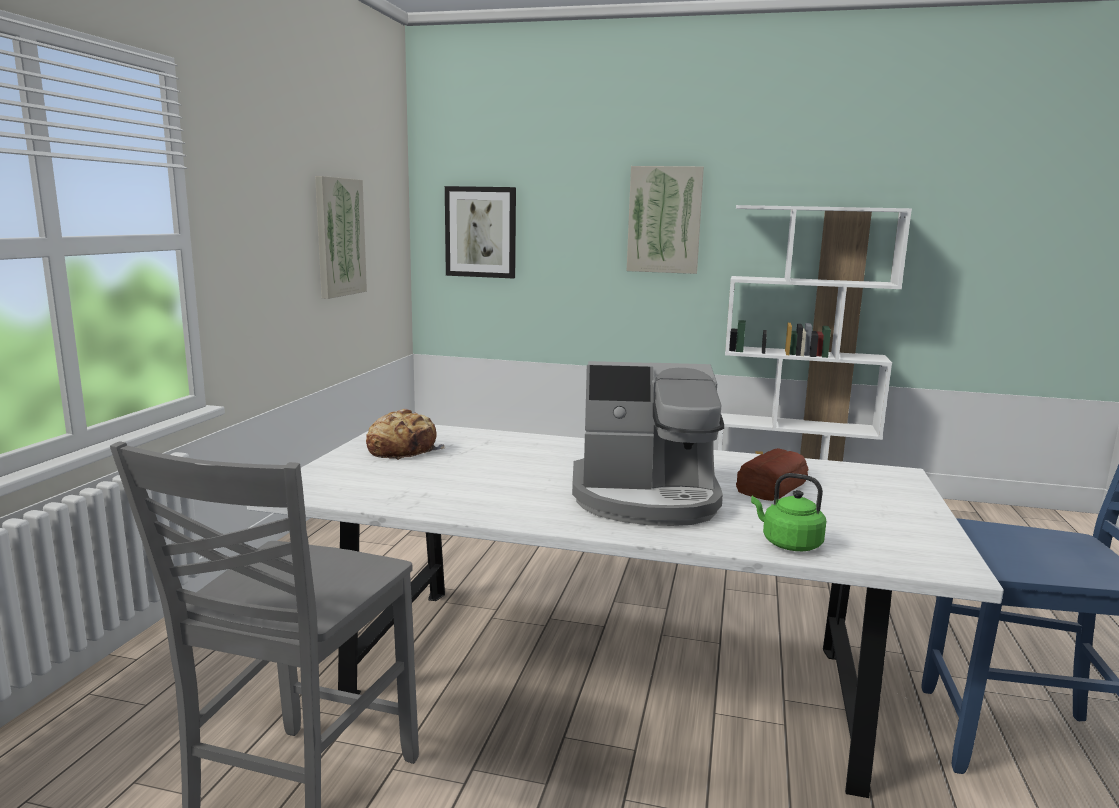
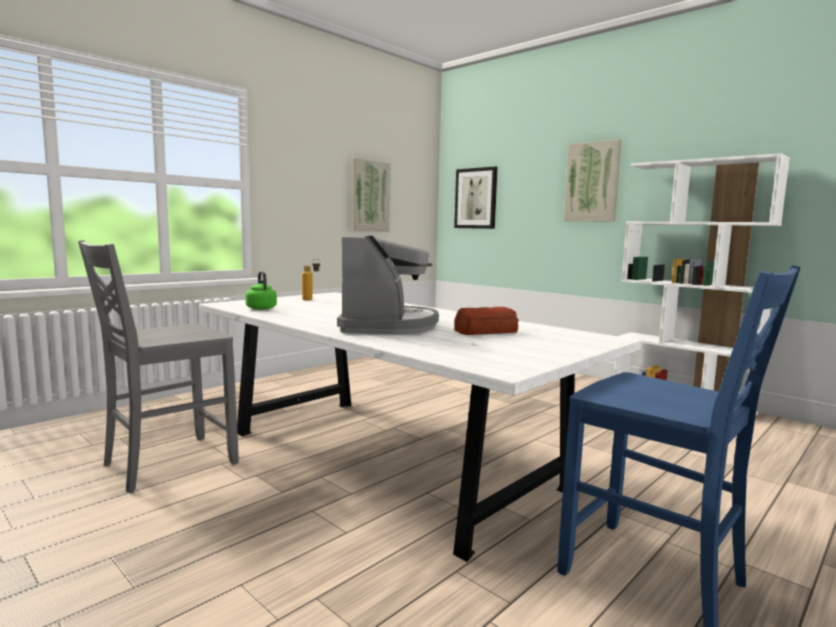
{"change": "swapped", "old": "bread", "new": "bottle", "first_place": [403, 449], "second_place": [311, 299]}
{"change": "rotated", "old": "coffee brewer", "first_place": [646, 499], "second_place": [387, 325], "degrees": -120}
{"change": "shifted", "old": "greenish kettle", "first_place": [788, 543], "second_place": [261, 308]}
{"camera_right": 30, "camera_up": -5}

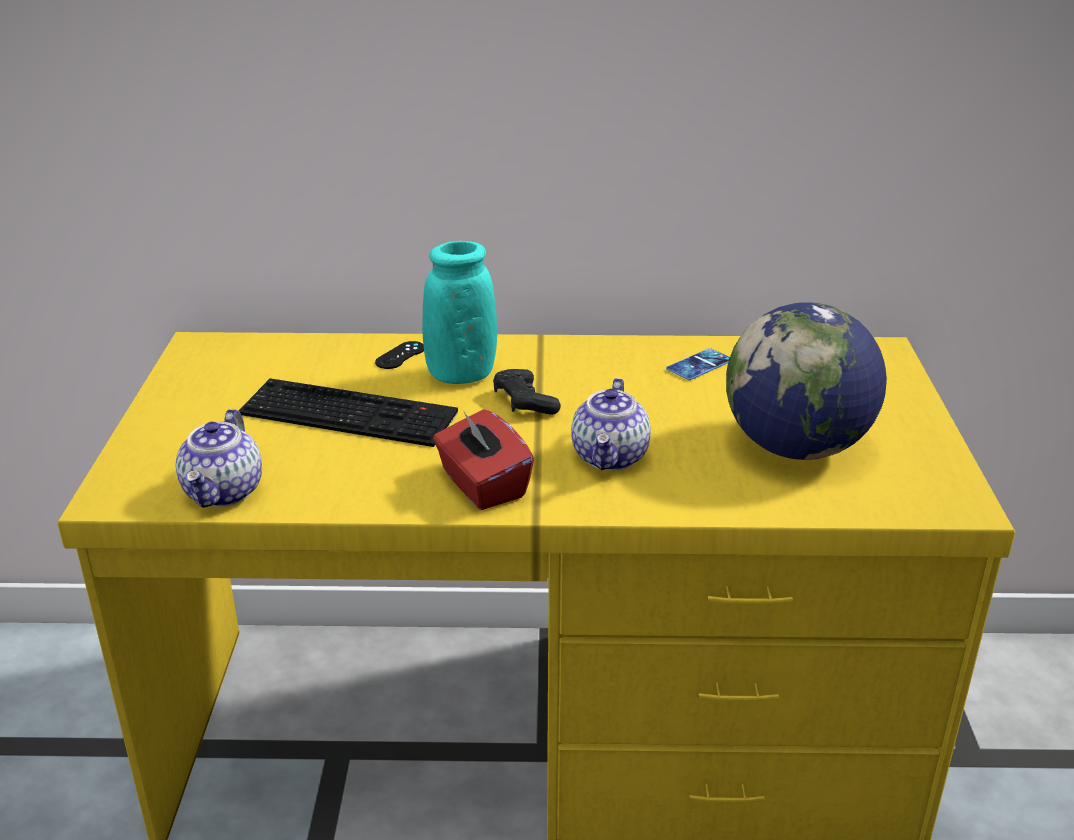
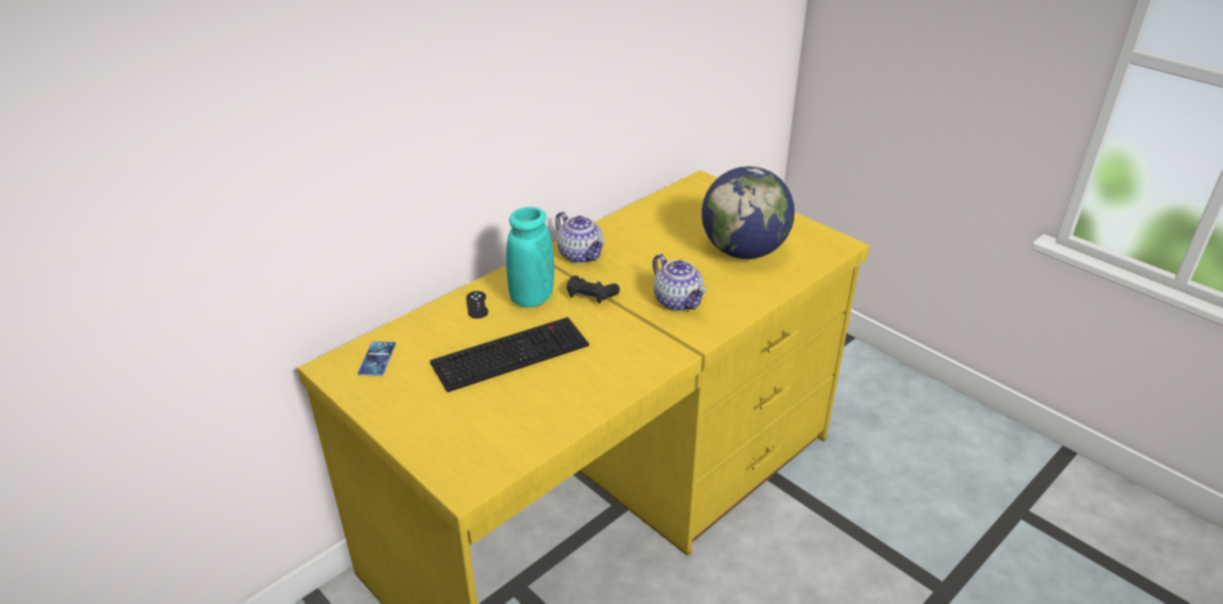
{"change": "shifted", "old": "teapot", "first_place": [224, 492], "second_place": [581, 255]}
{"change": "gone", "old": "red-coloured tissue box", "first_place": [482, 485]}
{"change": "shifted", "old": "telephone", "first_place": [699, 365], "second_place": [377, 359]}
{"camera_right": -45, "camera_up": 5}

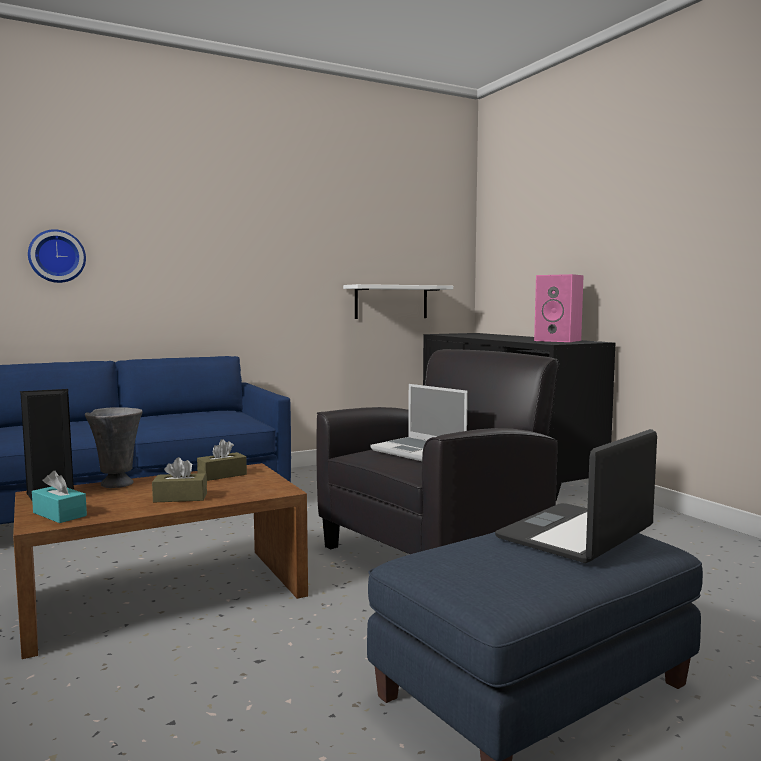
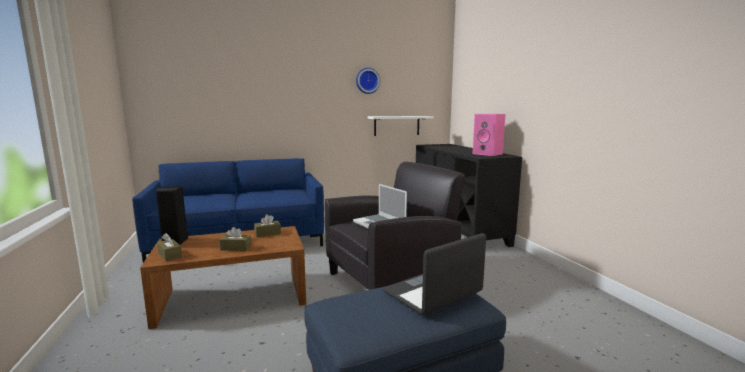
{"change": "shifted", "old": "hanging clock", "first_place": [57, 256], "second_place": [367, 81]}
{"change": "repainted", "old": "turquoise-coloured tissue box", "new": "brownish tissue box", "first_place": [59, 514], "second_place": [170, 255]}
{"change": "gone", "old": "grey flower vase", "first_place": [117, 484]}
{"camera_right": 10, "camera_up": 5}

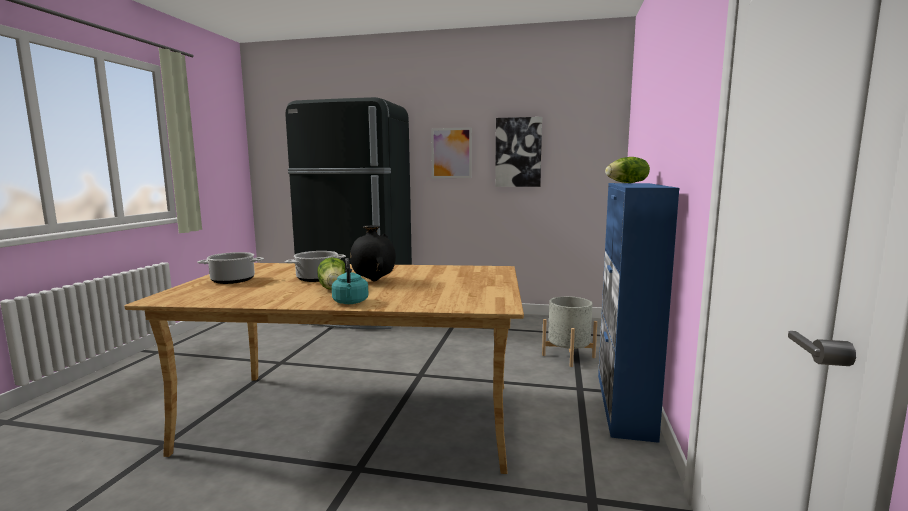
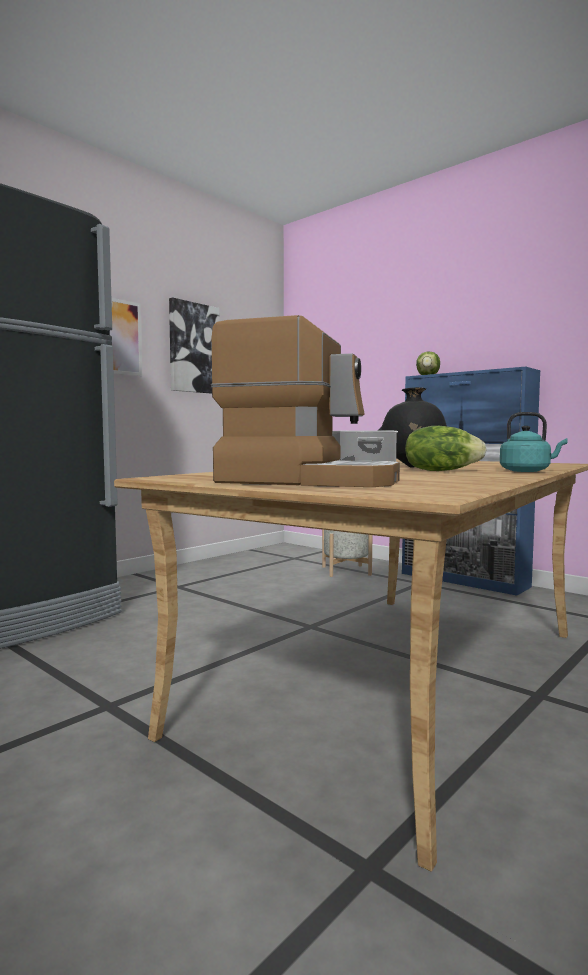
{"change": "swapped", "old": "saucepot", "new": "coffee brewer", "first_place": [233, 280], "second_place": [308, 481]}
{"camera_right": -60, "camera_up": -5}

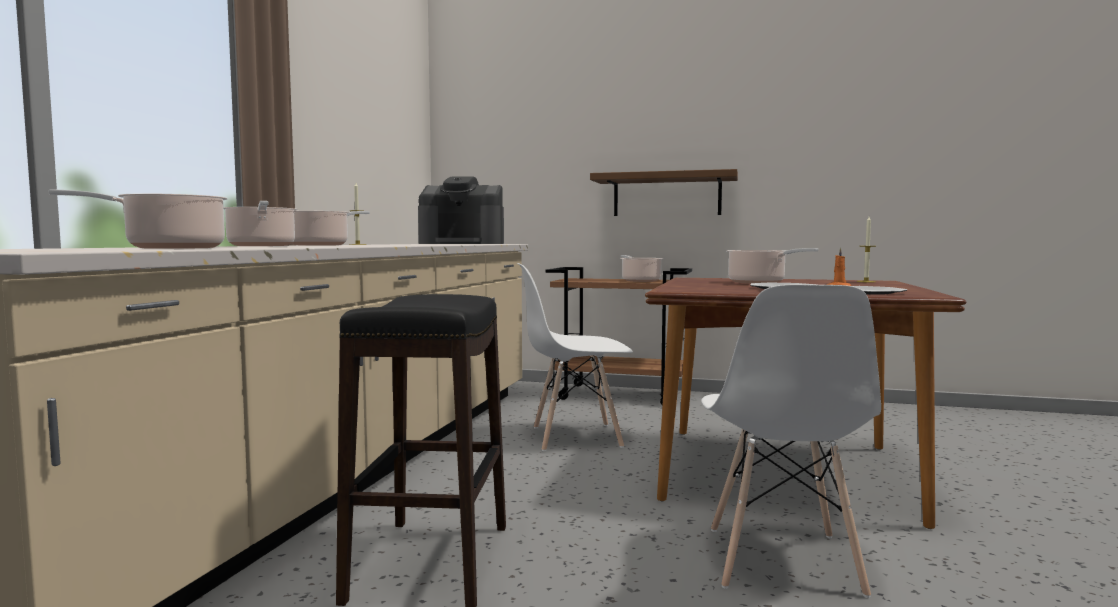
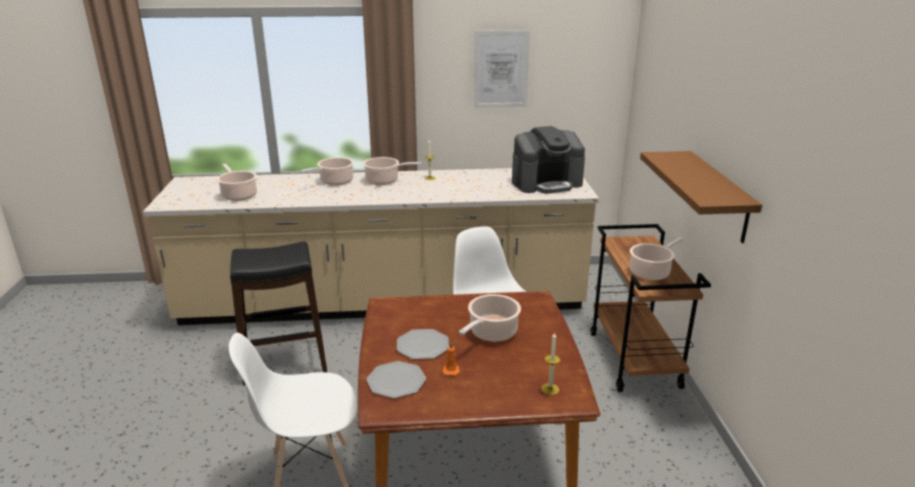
{"change": "rotated", "old": "coffee brewer", "first_place": [463, 243], "second_place": [546, 183], "degrees": -90}
{"change": "new", "new": "wall picture", "second_place": [501, 69]}
{"camera_right": 70, "camera_up": 20}

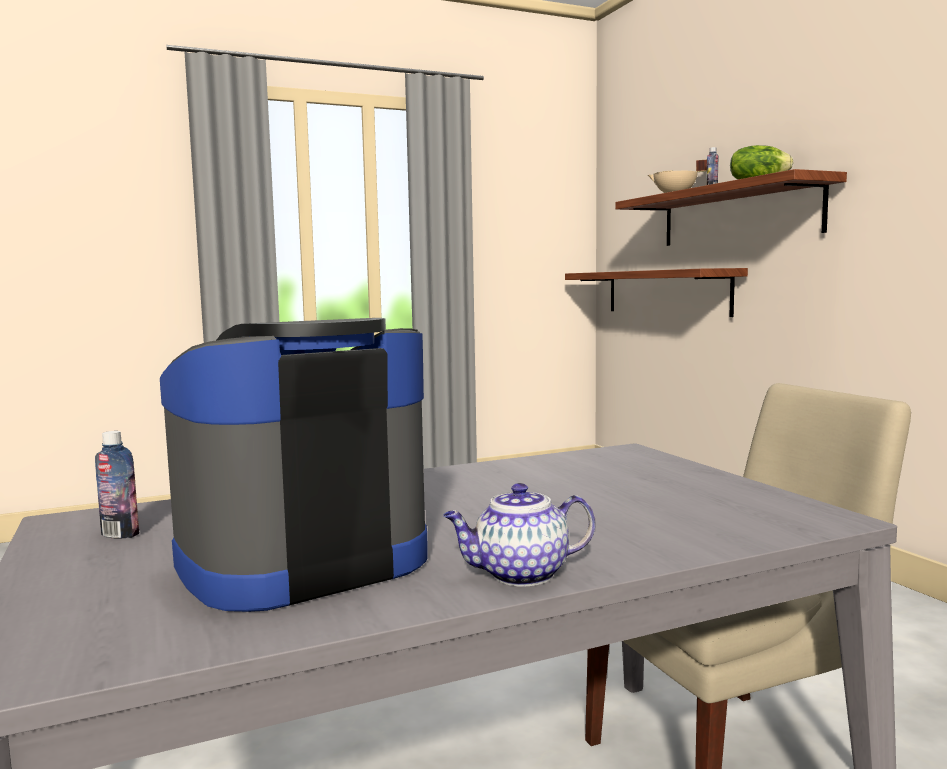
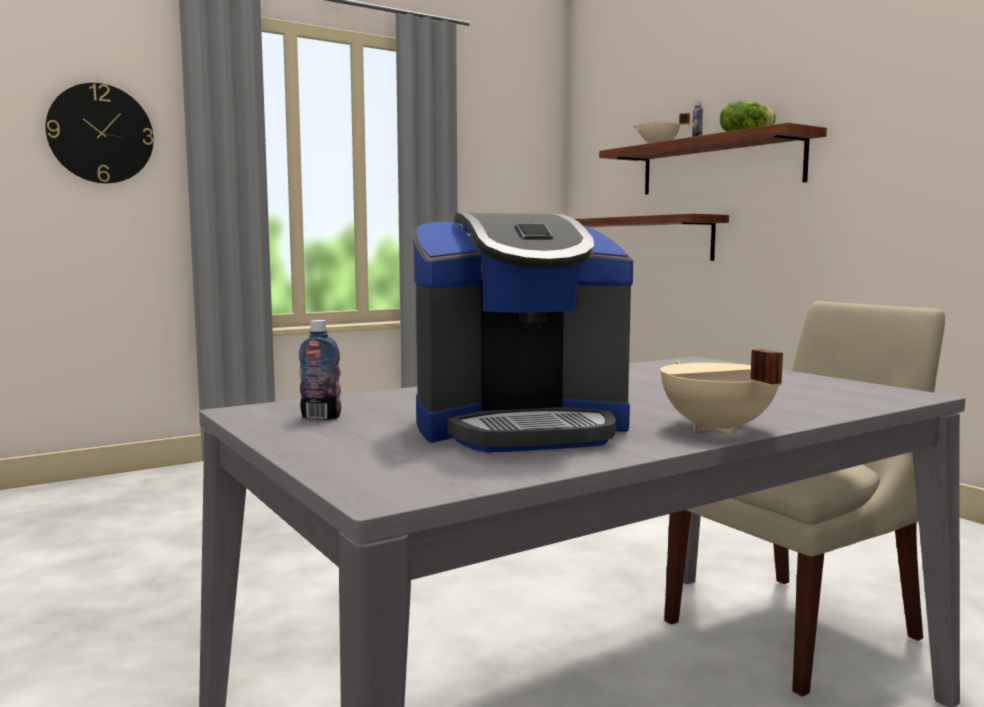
{"change": "rotated", "old": "coffee brewer", "first_place": [302, 560], "second_place": [520, 427], "degrees": -150}
{"change": "swapped", "old": "teapot", "new": "beige-coloured saucepot", "first_place": [519, 575], "second_place": [716, 429]}
{"change": "new", "new": "hanging clock", "second_place": [100, 133]}
{"camera_right": -10, "camera_up": 0}

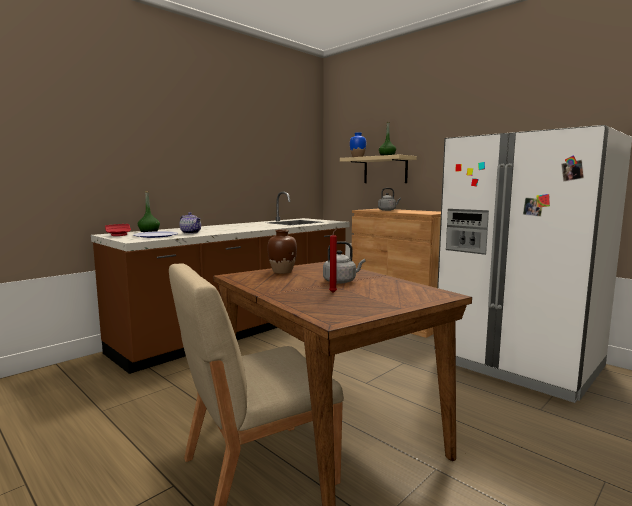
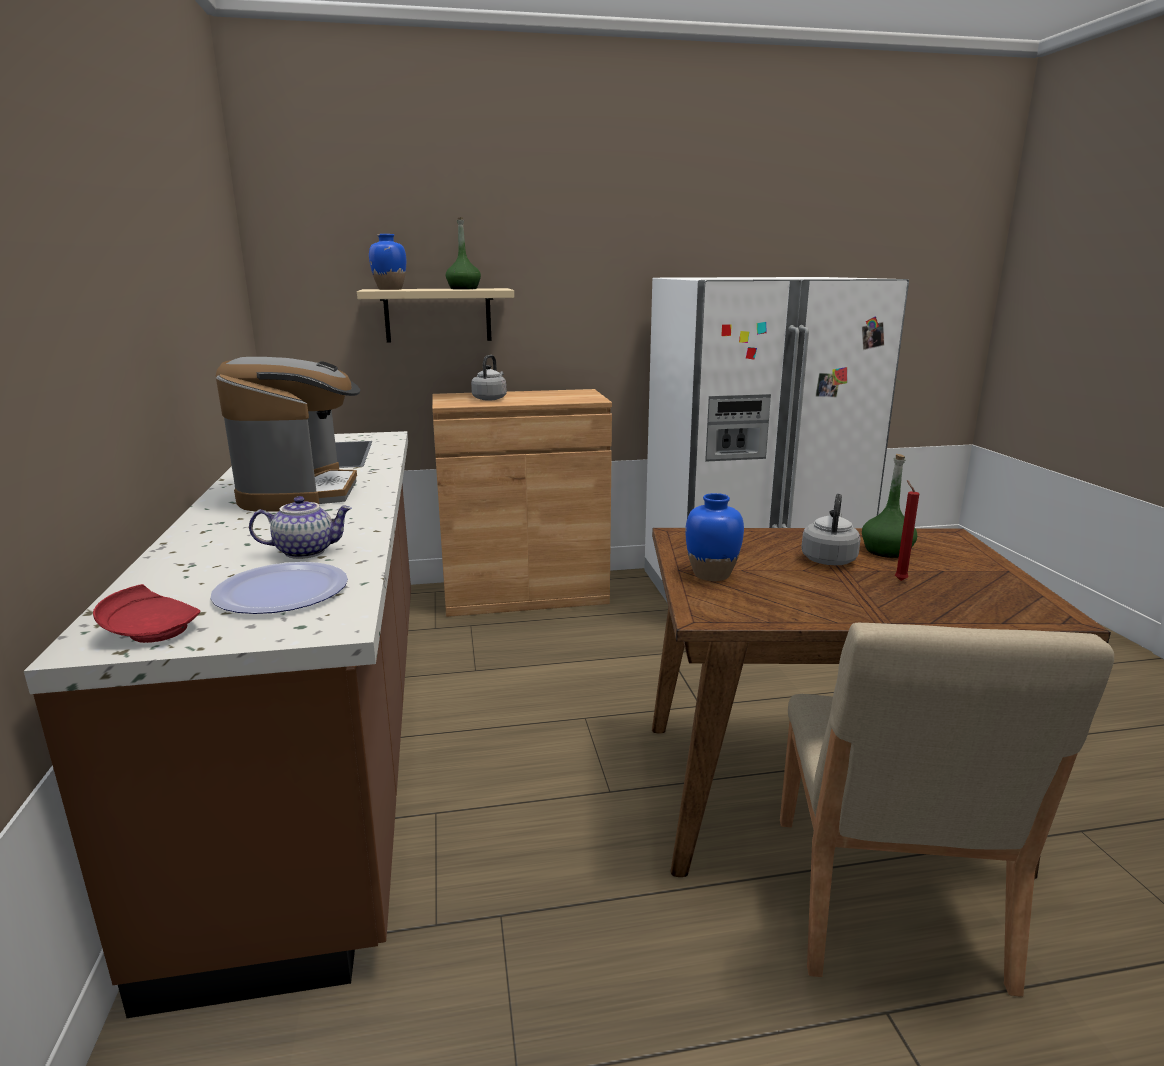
{"change": "shifted", "old": "greenish bottle", "first_place": [149, 231], "second_place": [887, 551]}
{"change": "repainted", "old": "brownish flower vase", "new": "bluish flower vase", "first_place": [282, 271], "second_place": [711, 574]}
{"change": "new", "new": "coffee brewer", "second_place": [301, 493]}
{"camera_right": -55, "camera_up": 10}

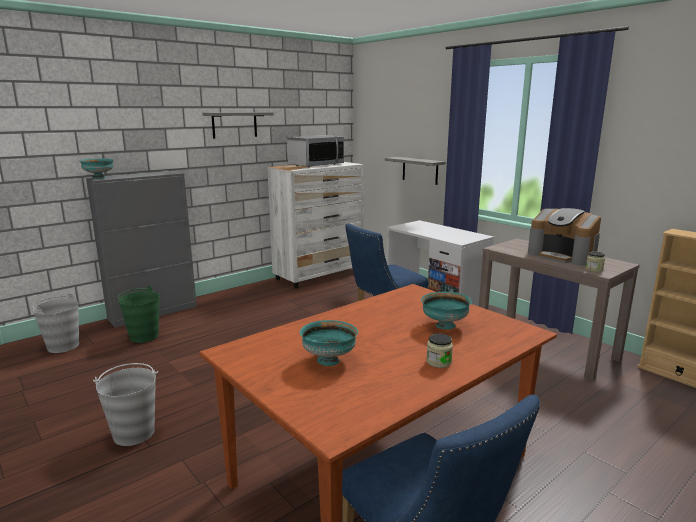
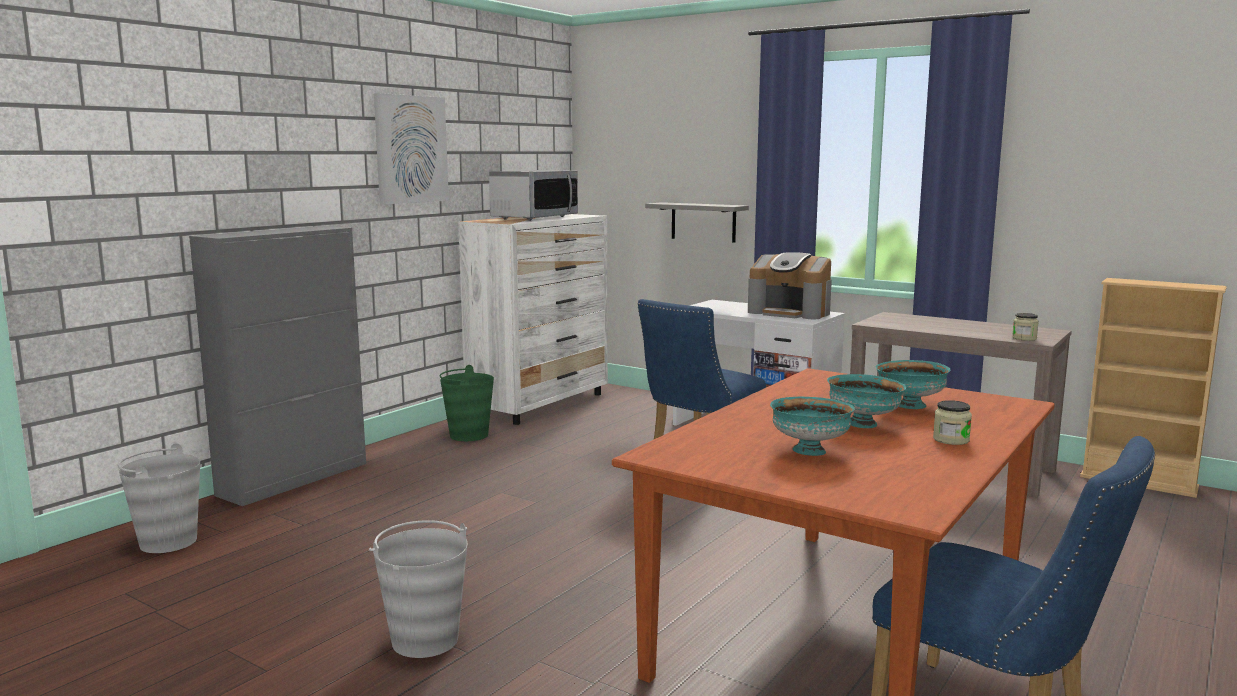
{"change": "shifted", "old": "turquoise-coloured bowl", "first_place": [99, 178], "second_place": [863, 424]}
{"change": "shifted", "old": "greenish bucket", "first_place": [144, 336], "second_place": [468, 435]}
{"change": "swapped", "old": "grey wall shelf", "new": "wall picture", "first_place": [234, 125], "second_place": [410, 149]}
{"change": "shifted", "old": "coffee brewer", "first_place": [562, 256], "second_place": [790, 312]}
{"camera_right": -15, "camera_up": -5}

